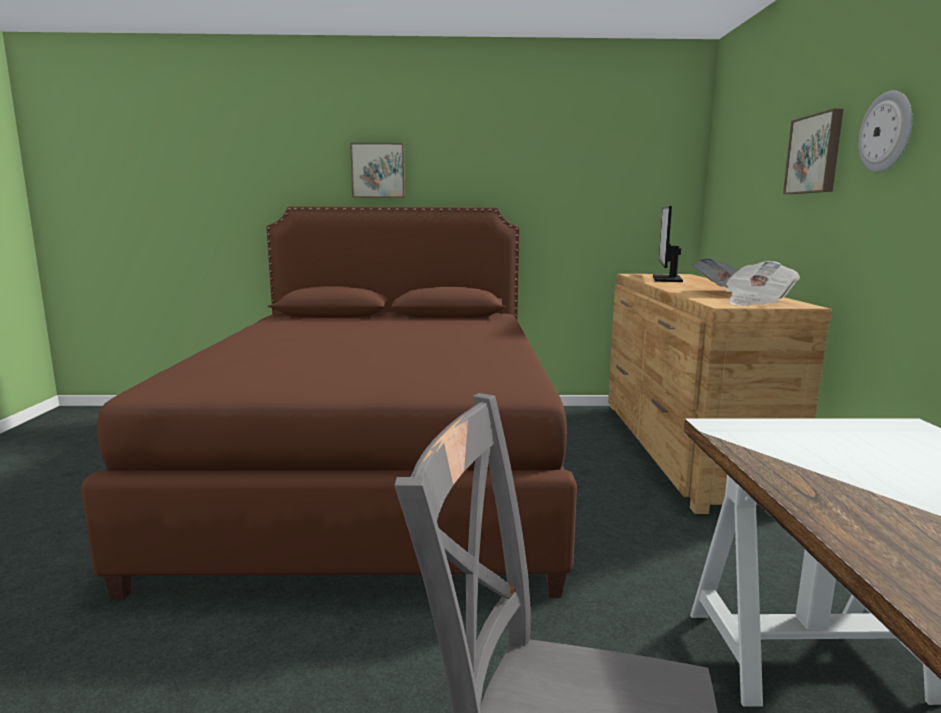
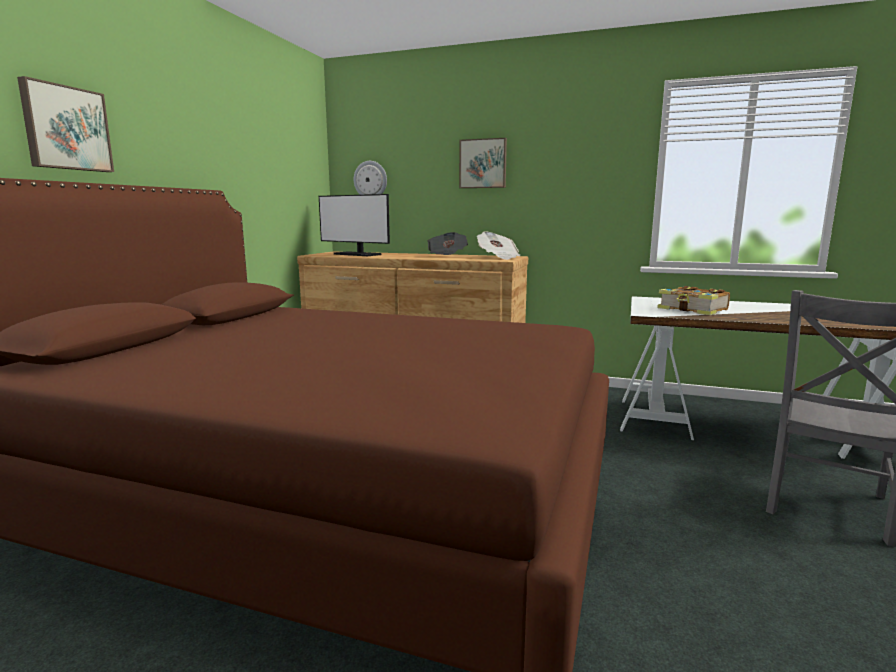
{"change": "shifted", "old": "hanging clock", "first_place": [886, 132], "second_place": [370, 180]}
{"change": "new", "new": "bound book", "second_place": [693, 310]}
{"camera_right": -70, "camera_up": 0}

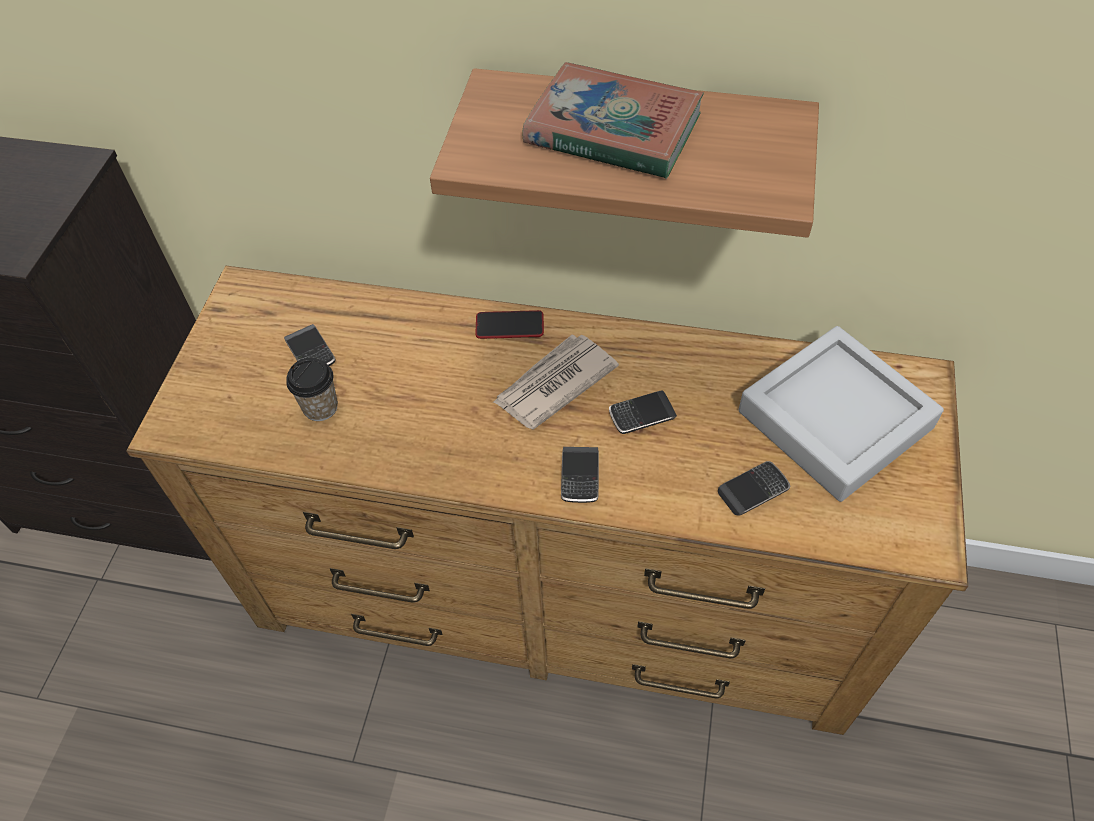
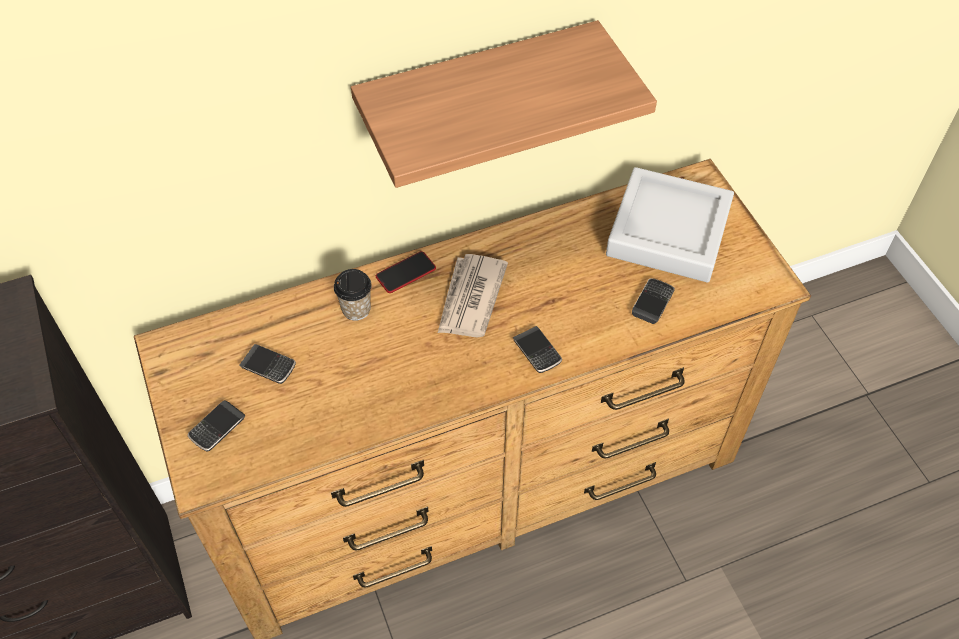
{"change": "shifted", "old": "drinking cup", "first_place": [320, 407], "second_place": [356, 309]}
{"change": "gone", "old": "bound book", "first_place": [612, 130]}
{"change": "shifted", "old": "telephone", "first_place": [642, 415], "second_place": [217, 428]}
{"camera_right": -35, "camera_up": 0}

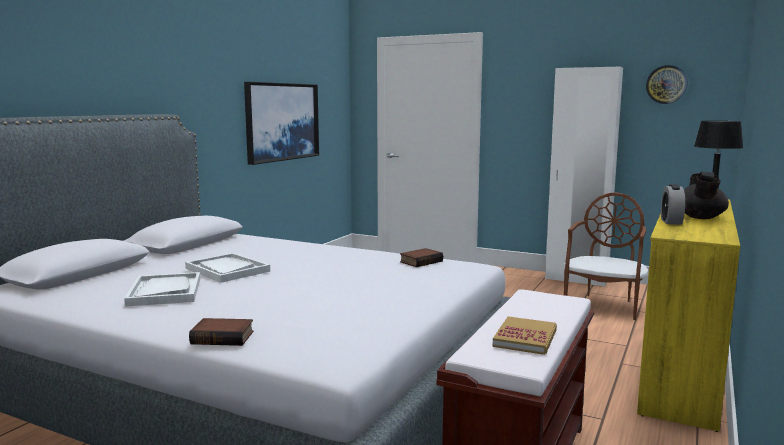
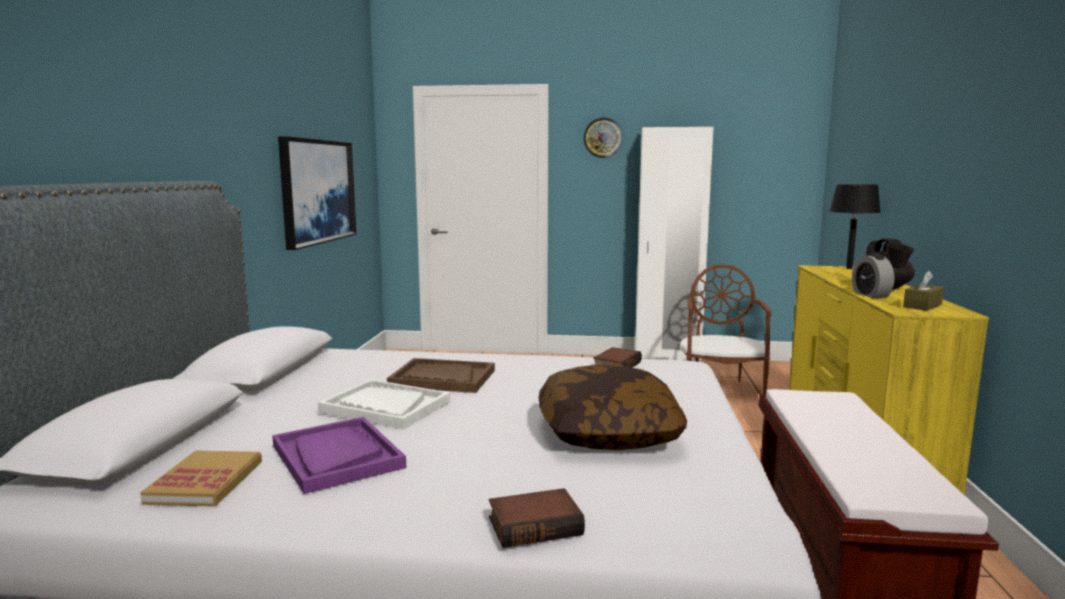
{"change": "repainted", "old": "white serving tray", "new": "purple-coloured serving tray", "first_place": [165, 291], "second_place": [336, 456]}
{"change": "shifted", "old": "bound book", "first_place": [525, 338], "second_place": [206, 482]}
{"change": "shifted", "old": "hanging clock", "first_place": [666, 84], "second_place": [603, 138]}
{"change": "new", "new": "brownish serving tray", "second_place": [442, 378]}
{"change": "new", "new": "cushion", "second_place": [607, 433]}
{"change": "new", "new": "brownish tissue box", "second_place": [922, 306]}
{"camera_right": -20, "camera_up": 0}

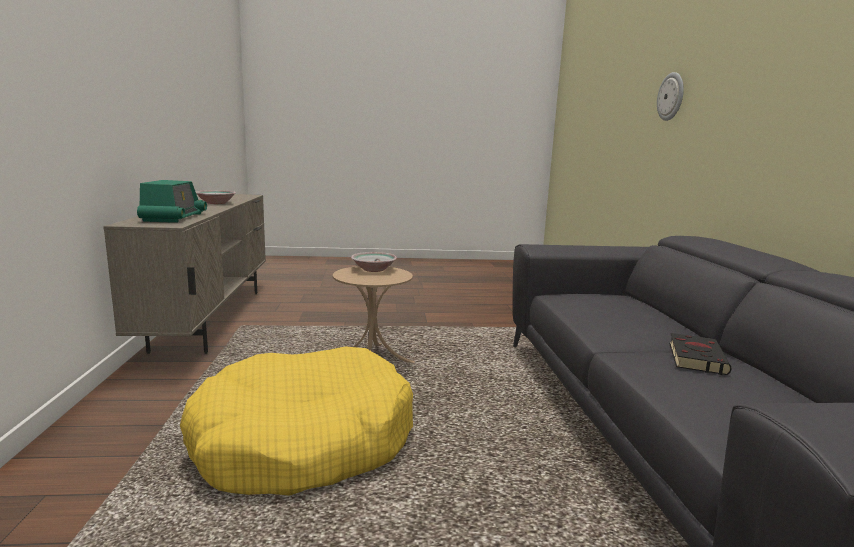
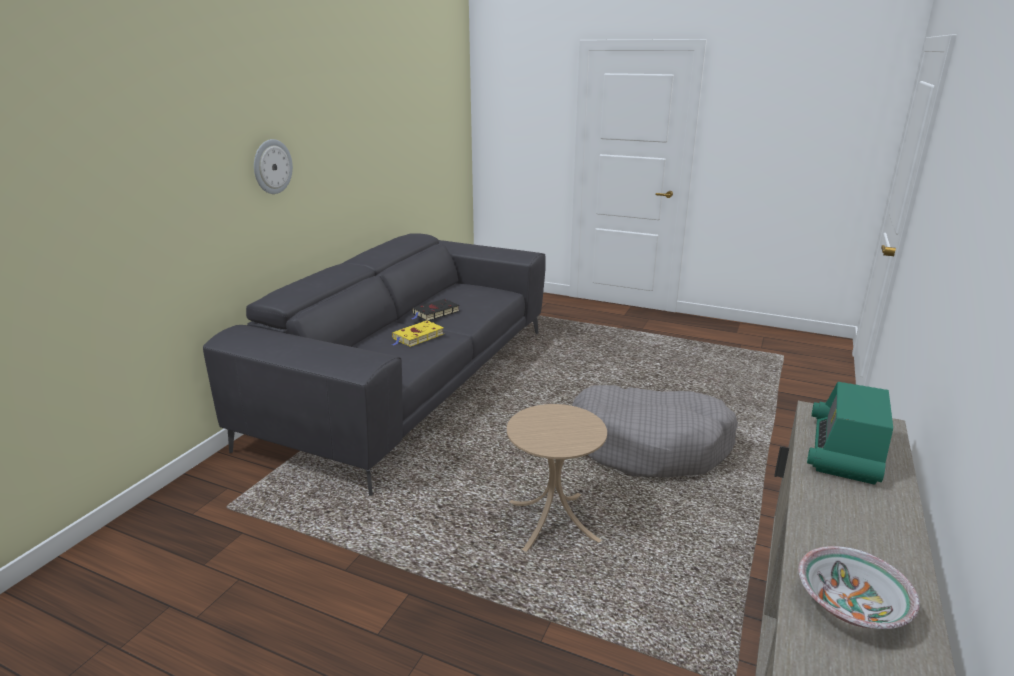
{"change": "repainted", "old": "yellow-coloured pet bed", "new": "grey pet bed", "first_place": [304, 441], "second_place": [650, 445]}
{"change": "gone", "old": "bowl", "first_place": [374, 269]}
{"change": "shifted", "old": "hanging clock", "first_place": [671, 96], "second_place": [272, 166]}
{"change": "new", "new": "yellow-coloured bound book", "second_place": [417, 337]}
{"camera_right": -150, "camera_up": 10}

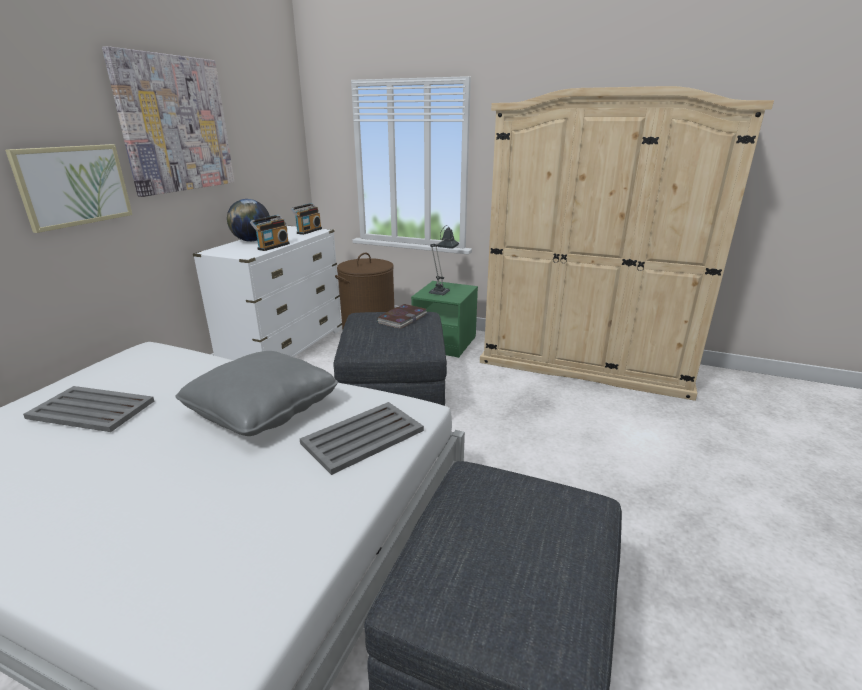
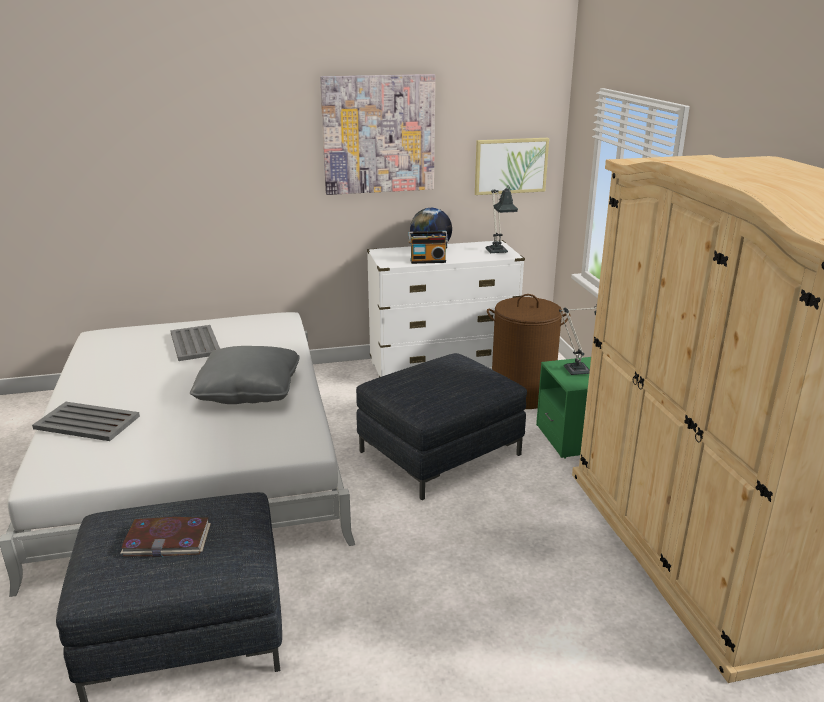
{"change": "shifted", "old": "wall picture", "first_place": [74, 185], "second_place": [510, 166]}
{"change": "swapped", "old": "radio", "new": "tabletop lamp", "first_place": [308, 231], "second_place": [498, 253]}
{"change": "shifted", "old": "grey serving tray", "first_place": [364, 436], "second_place": [88, 423]}
{"change": "shifted", "old": "bound book", "first_place": [402, 318], "second_place": [167, 540]}
{"camera_right": 55, "camera_up": 0}

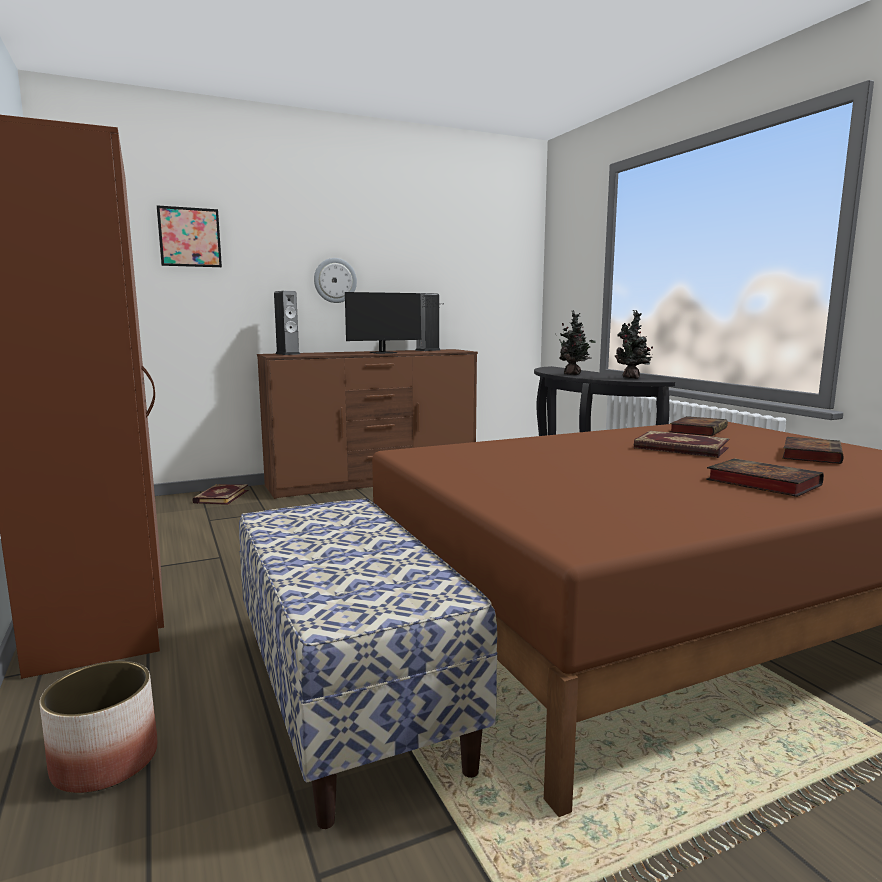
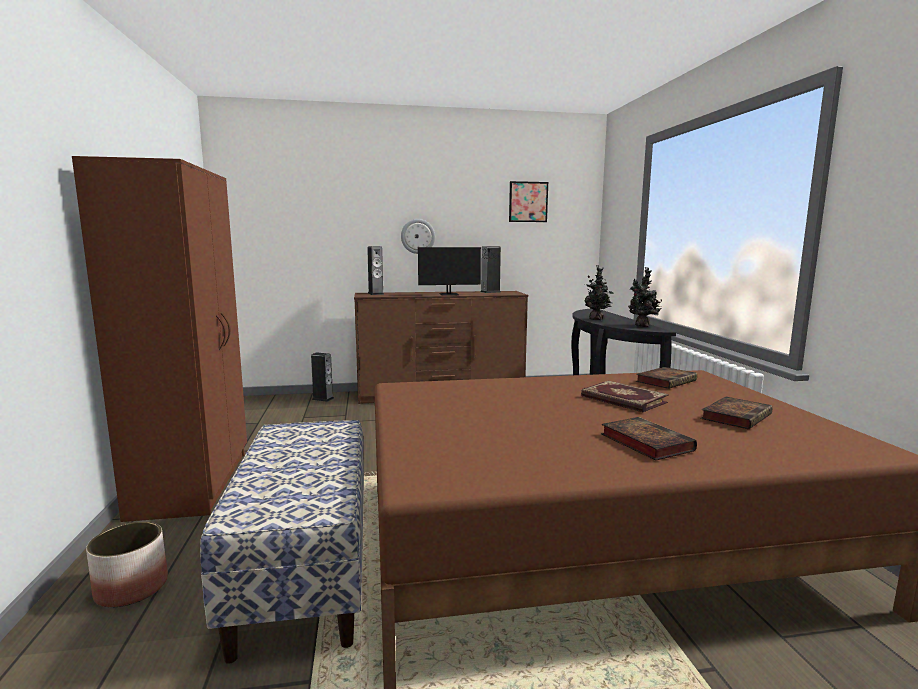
{"change": "shifted", "old": "wall picture", "first_place": [189, 237], "second_place": [528, 202]}
{"change": "swapped", "old": "bound book", "new": "audio speaker", "first_place": [220, 496], "second_place": [323, 398]}
{"camera_right": 15, "camera_up": 0}

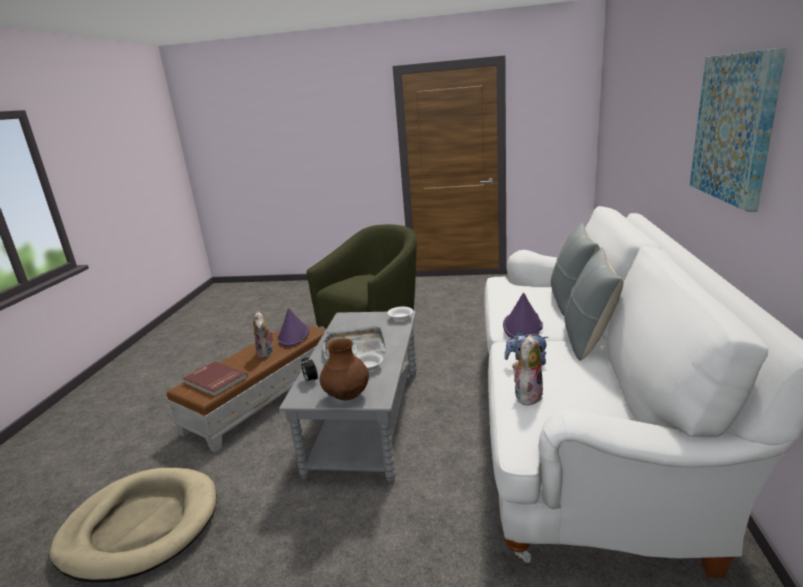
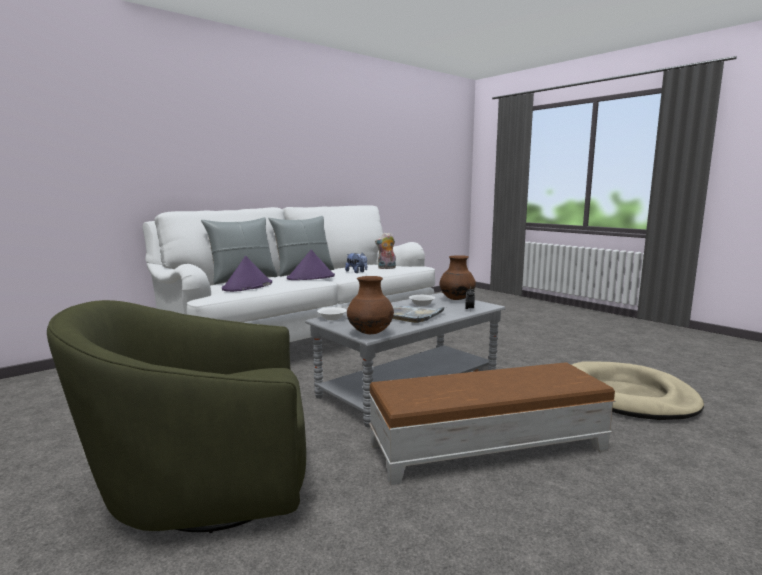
{"change": "gone", "old": "red-coloured bound book", "first_place": [214, 381]}
{"change": "gone", "old": "soft toy", "first_place": [267, 353]}
{"change": "shifted", "old": "purple-coloured clothing hat", "first_place": [293, 335], "second_place": [247, 286]}
{"change": "gone", "old": "wall picture", "first_place": [734, 128]}
{"change": "new", "new": "brownish flower vase", "second_place": [370, 333]}
{"camera_right": -140, "camera_up": -10}

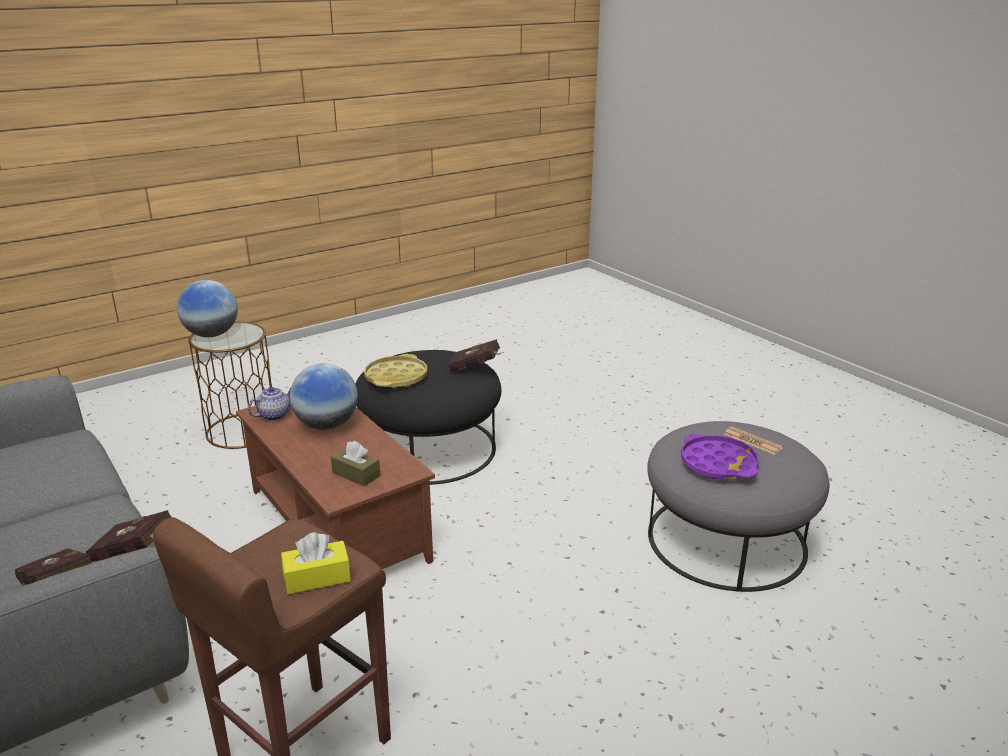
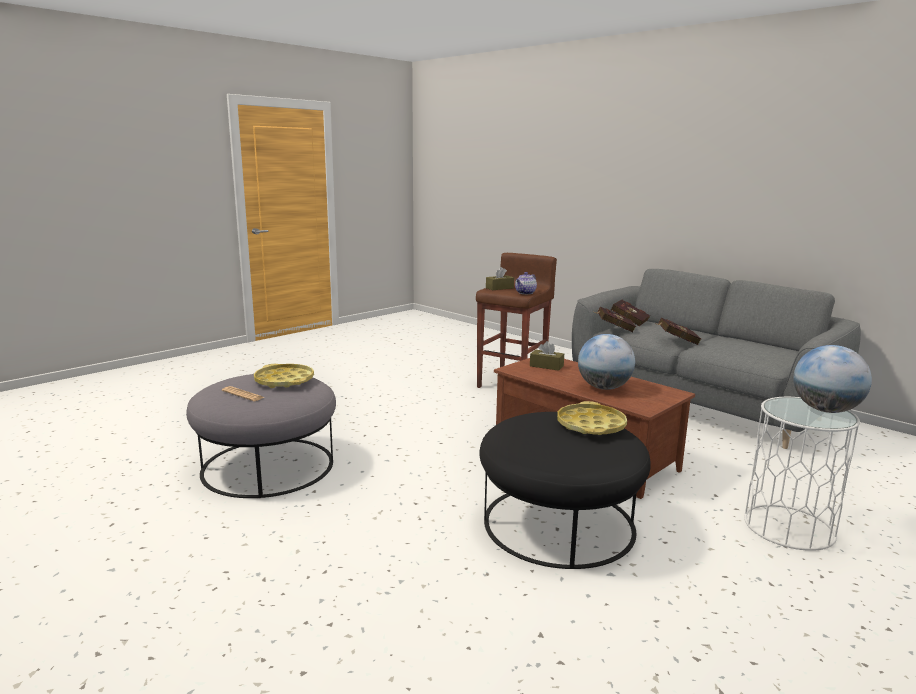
{"change": "repainted", "old": "brownish end table", "new": "white end table", "first_place": [242, 431], "second_place": [788, 526]}
{"change": "shifted", "old": "teapot", "first_place": [275, 415], "second_place": [525, 293]}
{"change": "repainted", "old": "yellow-coloured tissue box", "new": "brownish tissue box", "first_place": [317, 577], "second_place": [499, 288]}
{"change": "shifted", "old": "red-coloured bound book", "first_place": [476, 368], "second_place": [676, 341]}
{"change": "repainted", "old": "purple-coloured serving tray", "new": "yellow-coloured serving tray", "first_place": [718, 464], "second_place": [284, 381]}
{"camera_right": 170, "camera_up": -10}

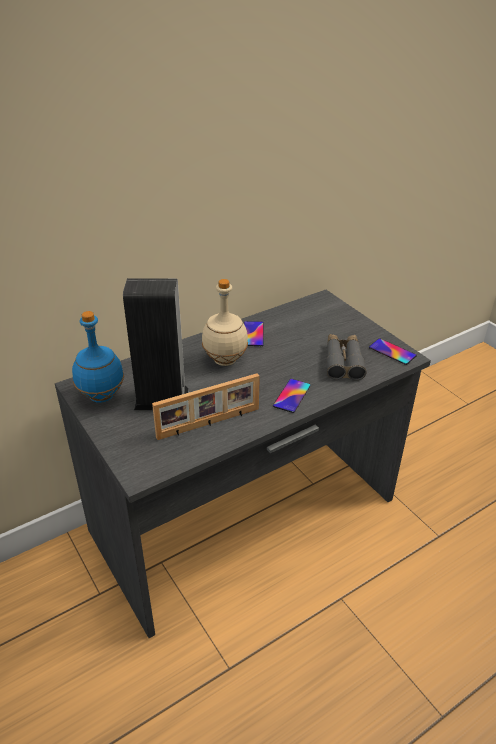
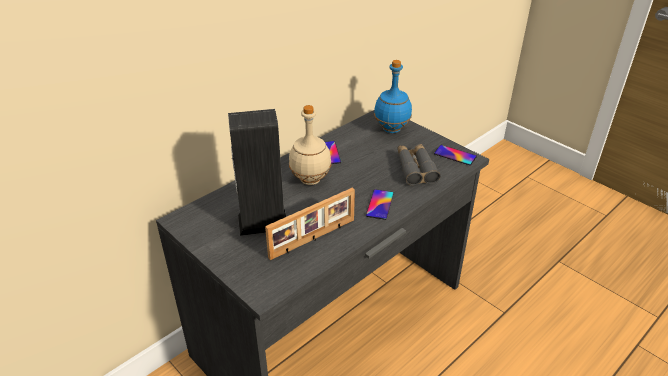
{"change": "shifted", "old": "bluish bottle", "first_place": [102, 396], "second_place": [392, 129]}
{"camera_right": -10, "camera_up": 0}

